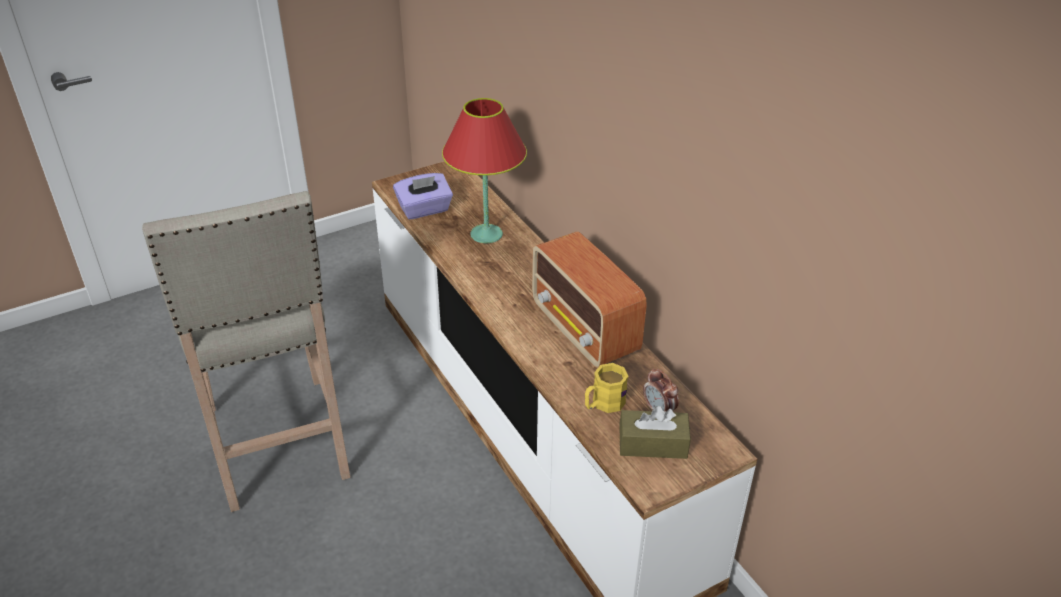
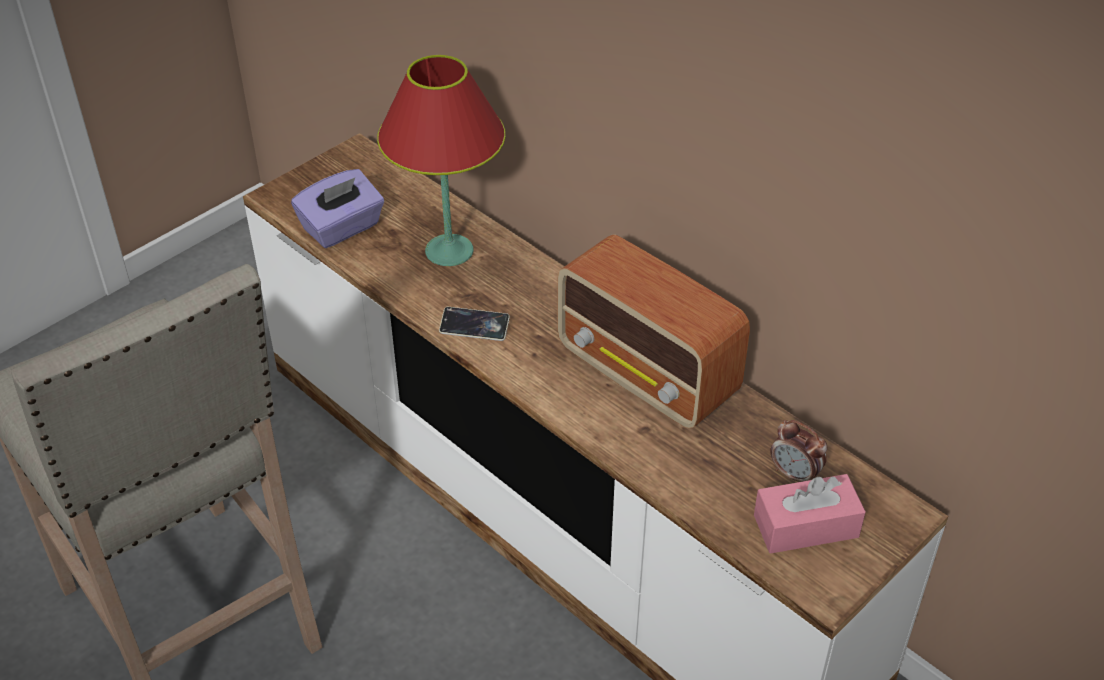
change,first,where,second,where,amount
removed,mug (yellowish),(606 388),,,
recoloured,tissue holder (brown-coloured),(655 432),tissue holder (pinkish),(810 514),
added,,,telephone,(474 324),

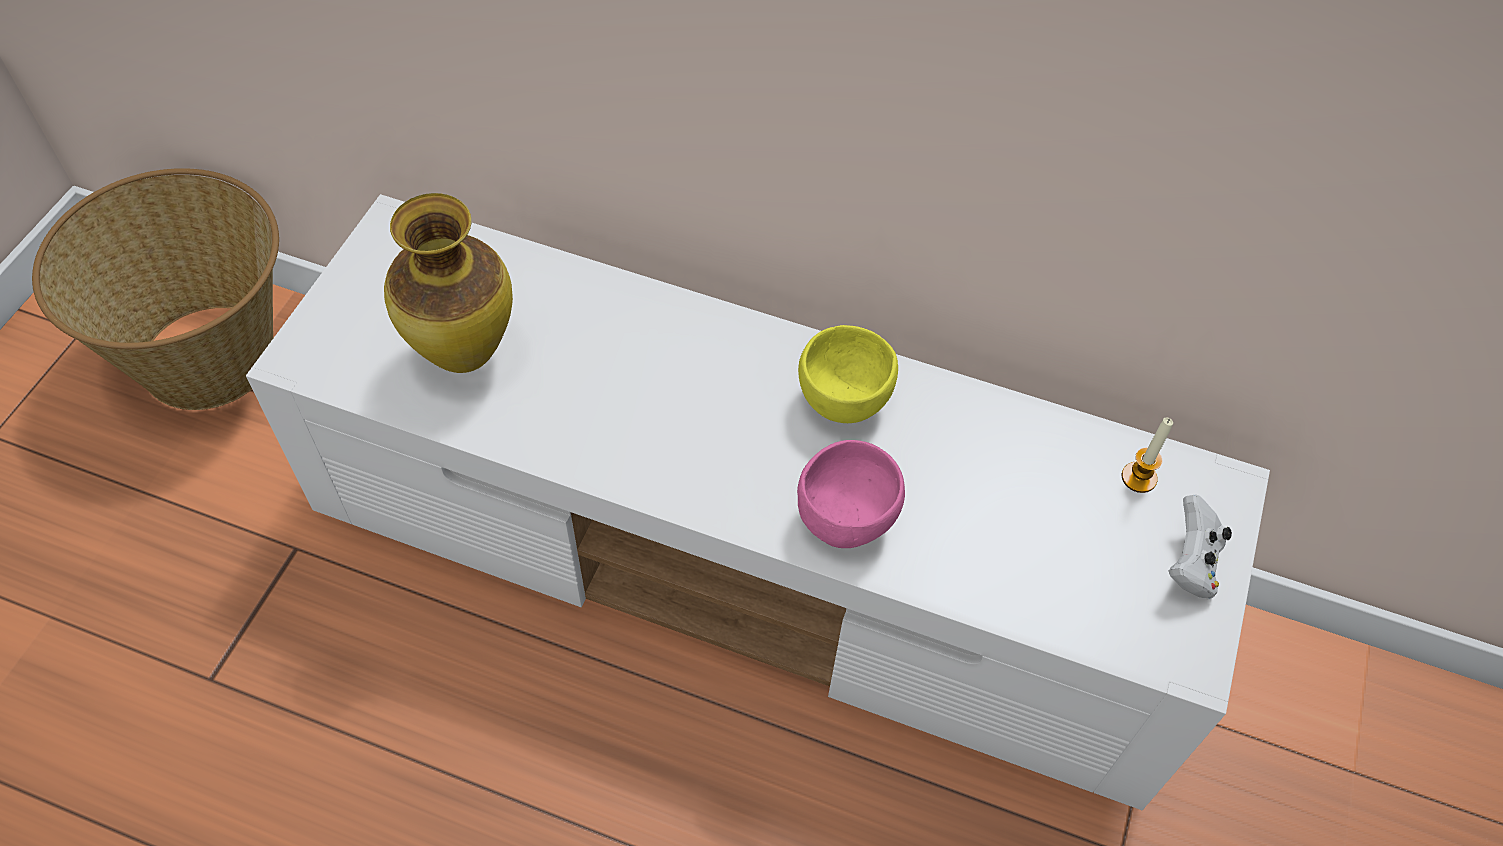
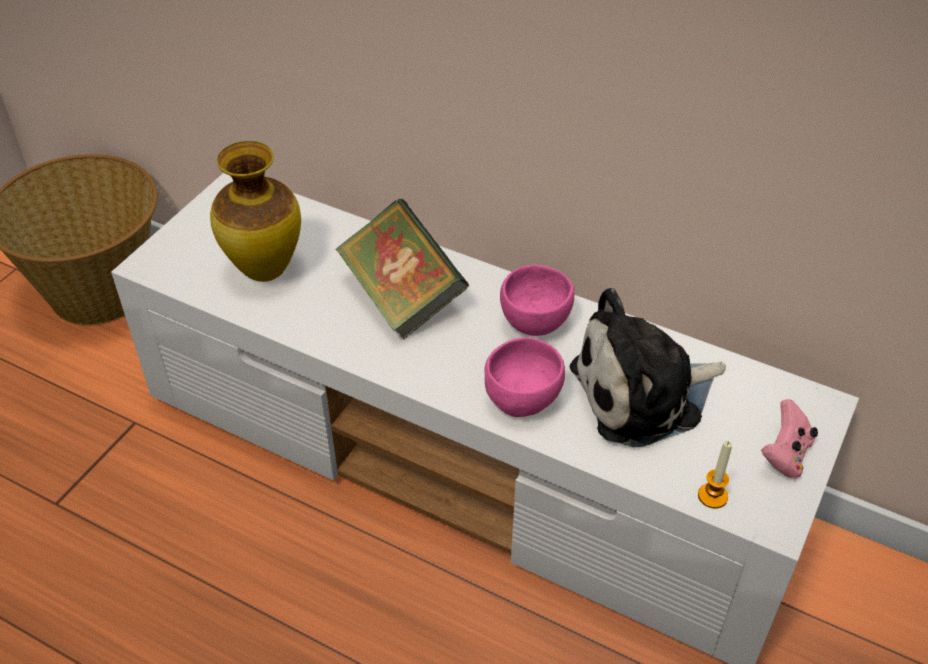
change,first,where,second,where,amount
recoloured,deep dish (yellowish),(848 374),deep dish (pinkish),(537 300),
moved,candle,(1147 455),,(715 474),
recoloured,gamepad (white-coloured),(1200 547),gamepad (pinkish),(789 439),
added,,,volume,(402 269),
added,,,plush toy,(648 367),

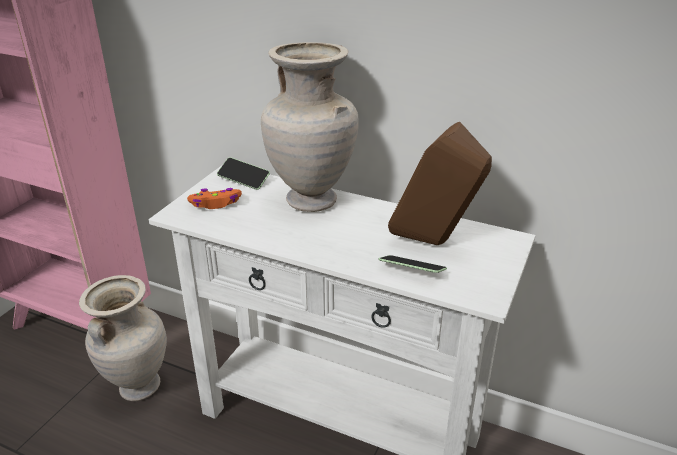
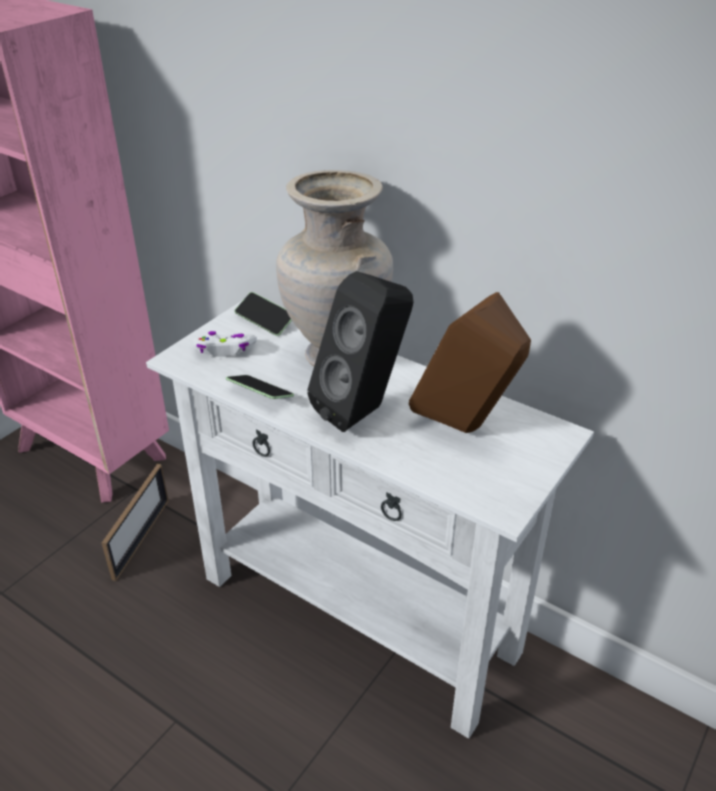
change,first,where,second,where,amount
recoloured,gamepad (orange-coloured),(214 198),gamepad (white-coloured),(225 344),
moved,telephone,(413 264),,(260 387),
replaced,vase (beige),(123 338),picture frame,(135 522),
added,,,audio speaker (black),(360 351),

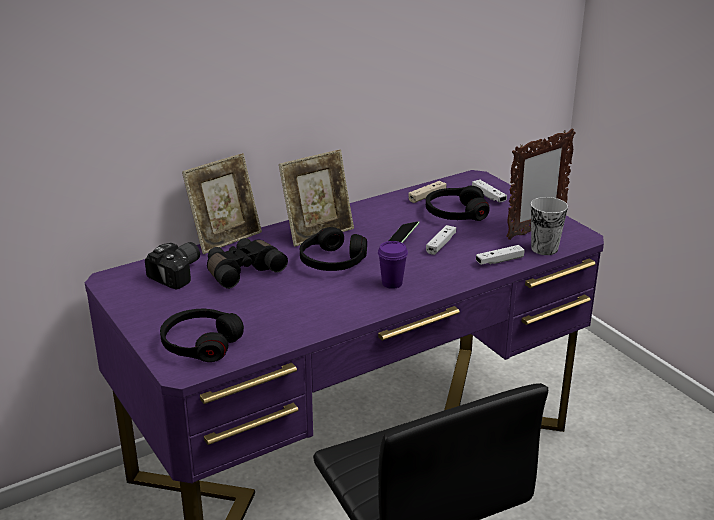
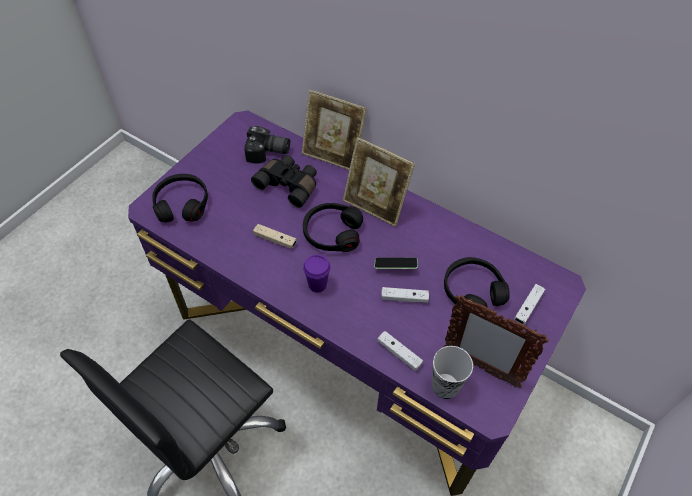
change,first,where,second,where,amount
moved,gamepad (beige),(427 192),,(274 236),

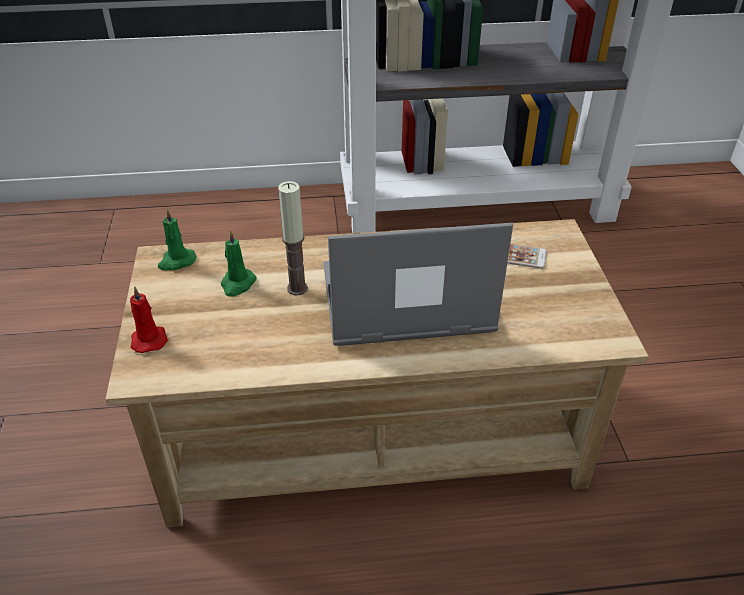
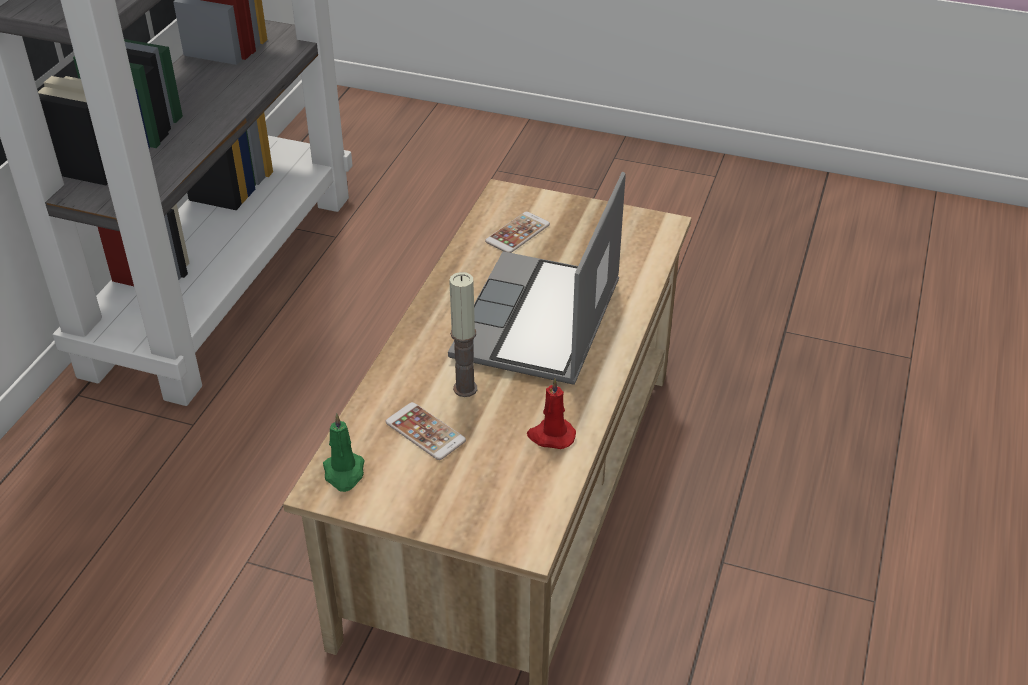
change,first,where,second,where,amount
replaced,candle (green-coloured),(239 263),telephone,(425 431),
moved,candle (reddish),(149 319),,(551 413),

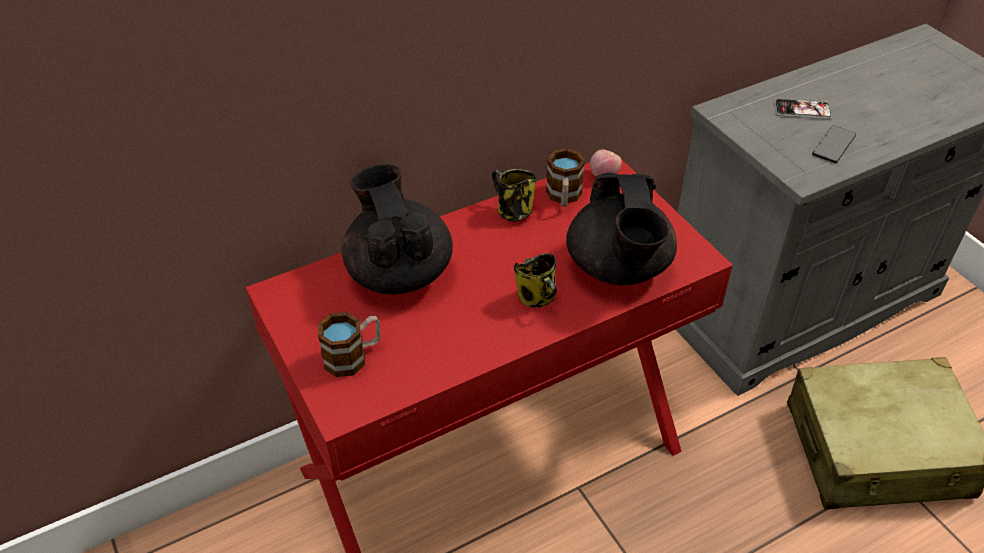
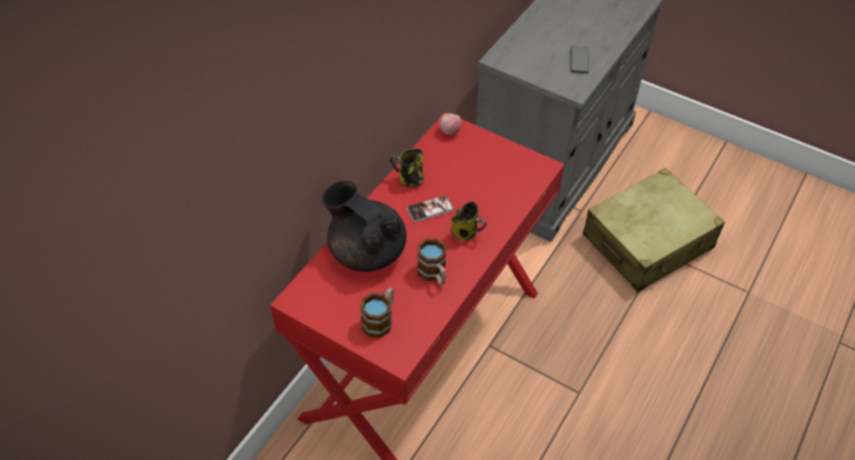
change,first,where,second,where,amount
moved,telephone,(803 109),,(430 208),
moved,mug,(565 177),,(431 261),
removed,teapot (black),(621 229),,,

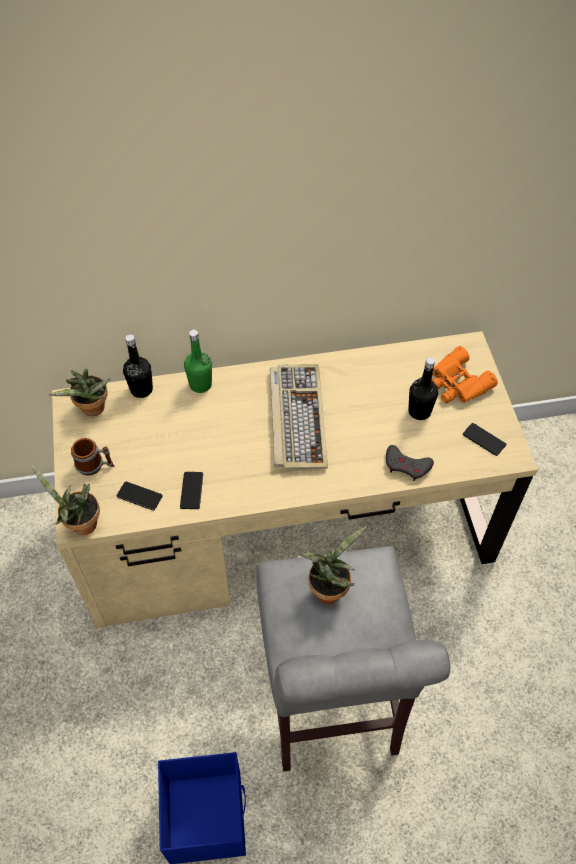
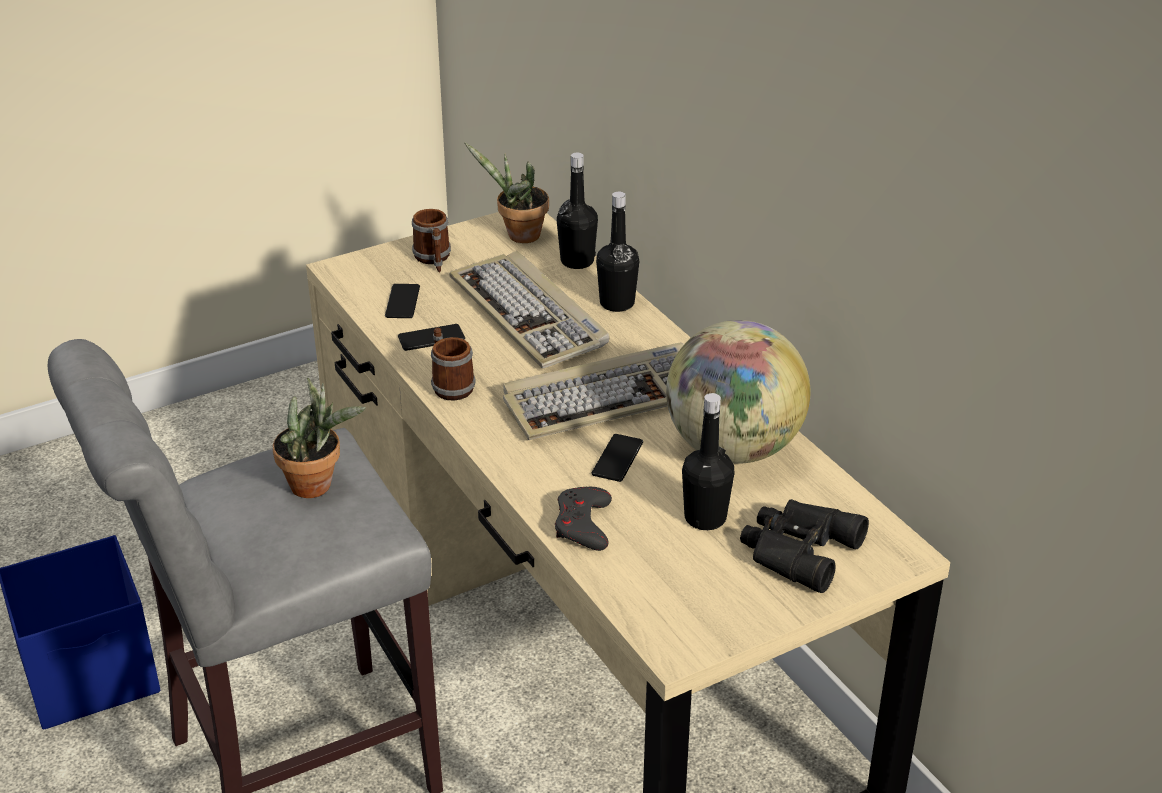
change,first,where,second,where,amount
recoloured,bottle (green-coloured),(198 361),bottle (black),(617 252),
recoloured,pair of binoculars (orange-coloured),(465 374),pair of binoculars (black),(804 546),
moved,telephone,(484 439),,(617 458),
removed,plant in a pot,(66 500),,,
added,,,keyboard,(529 309),
added,,,desk globe,(738 392),
added,,,mug,(453 364),

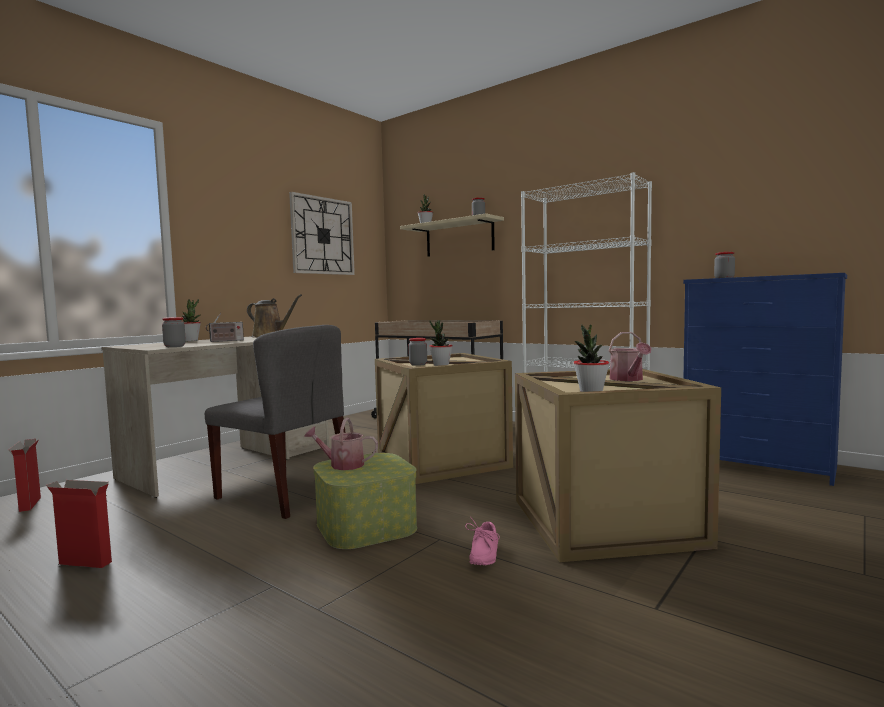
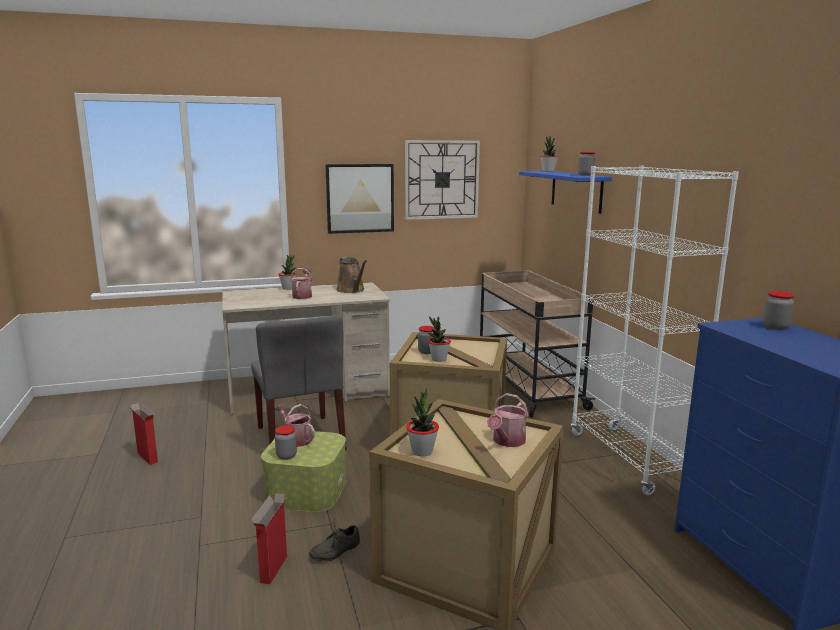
change,first,where,second,where,amount
recoloured,shelf (beige),(452 235),shelf (bluish),(565 192),
replaced,radio set,(225 327),watering can,(301 283),
moved,storage jar,(174 332),,(286 442),
moved,carton,(24 475),,(269 538),
recoloured,shoe (pinkish),(482 541),shoe (gray),(334 541),
added,,,wall art,(359 199),

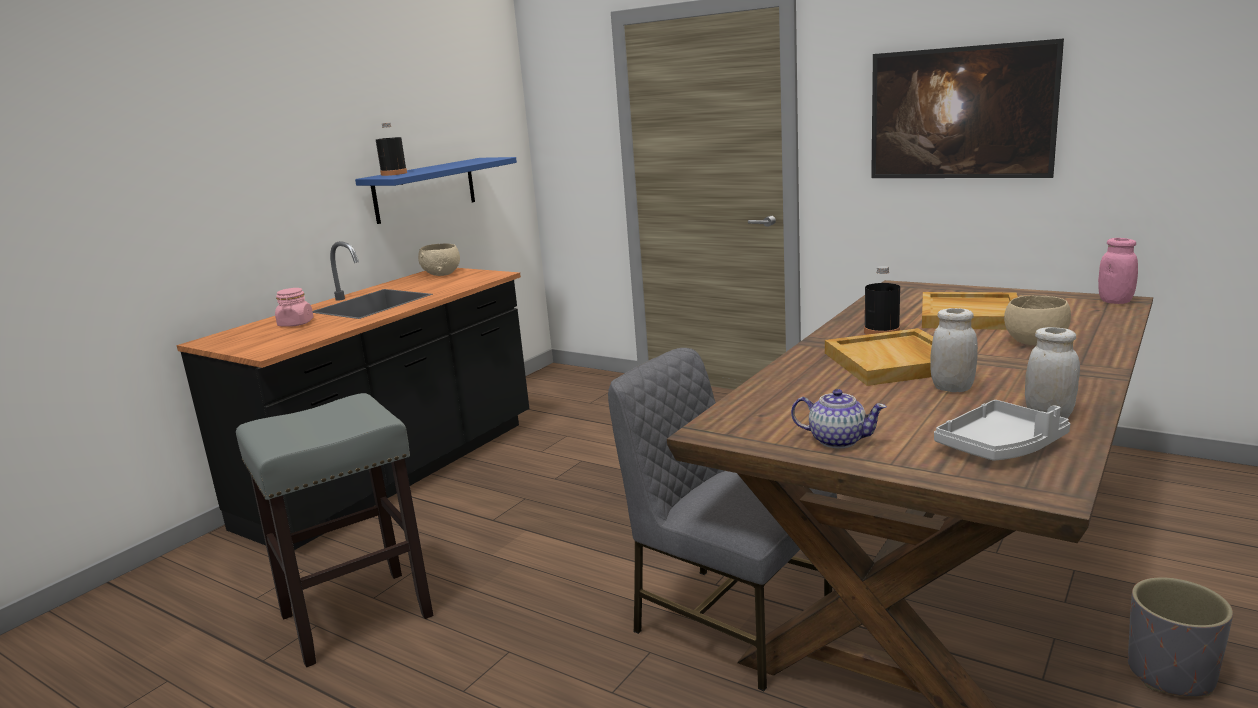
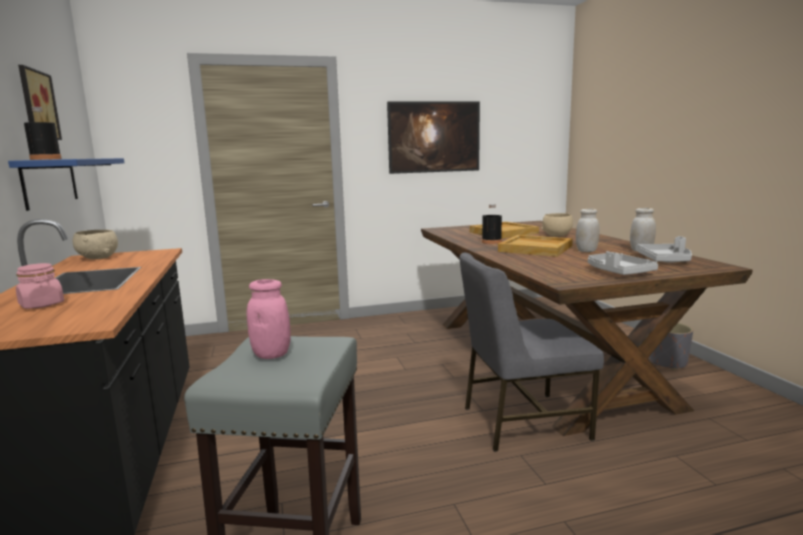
change,first,where,second,where,amount
moved,storage jar (pinkish),(1118 271),,(269 319),
replaced,teapot,(839 419),carrying tray (gray),(623 263),
added,,,wall art,(40 102),

